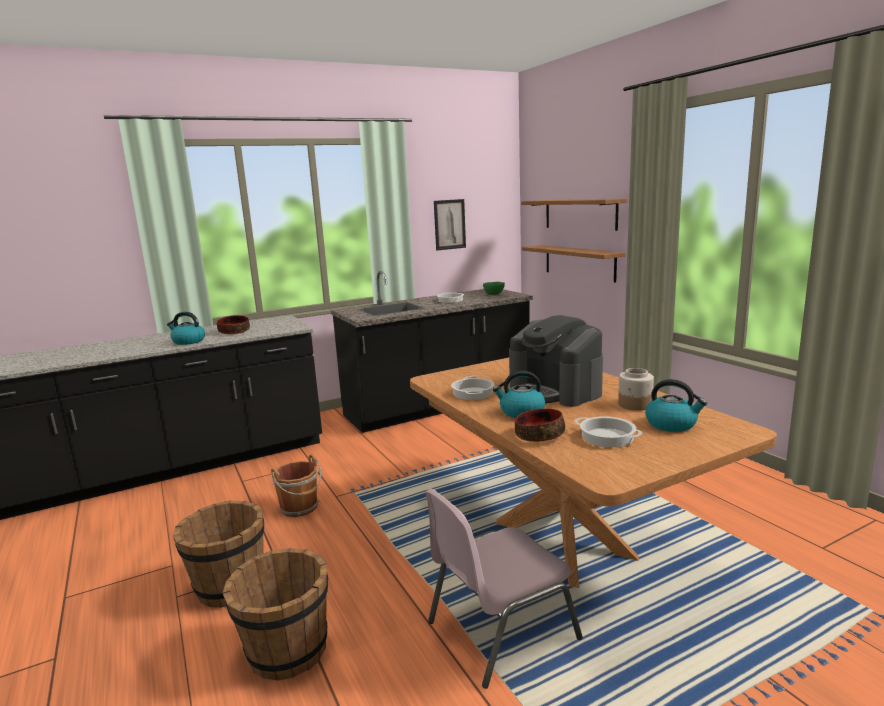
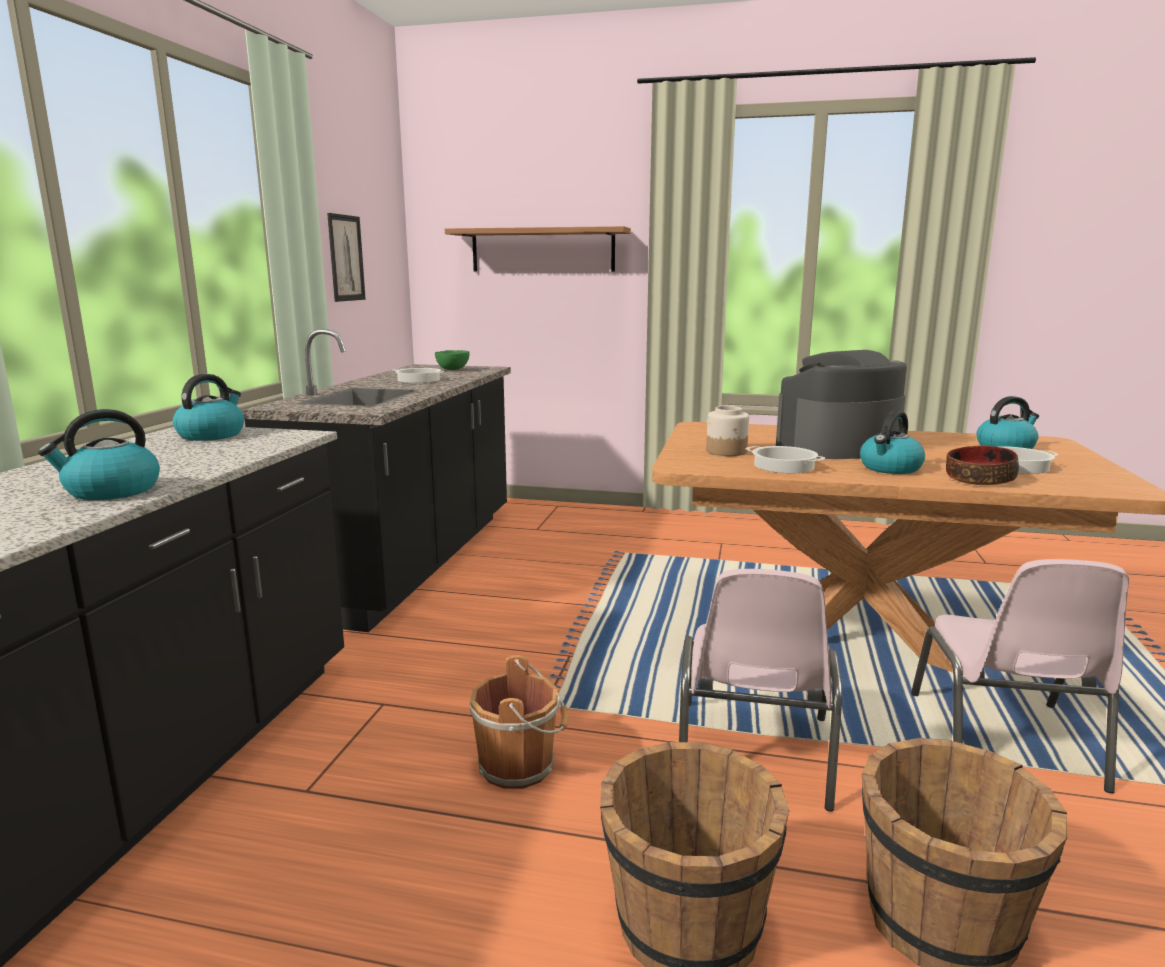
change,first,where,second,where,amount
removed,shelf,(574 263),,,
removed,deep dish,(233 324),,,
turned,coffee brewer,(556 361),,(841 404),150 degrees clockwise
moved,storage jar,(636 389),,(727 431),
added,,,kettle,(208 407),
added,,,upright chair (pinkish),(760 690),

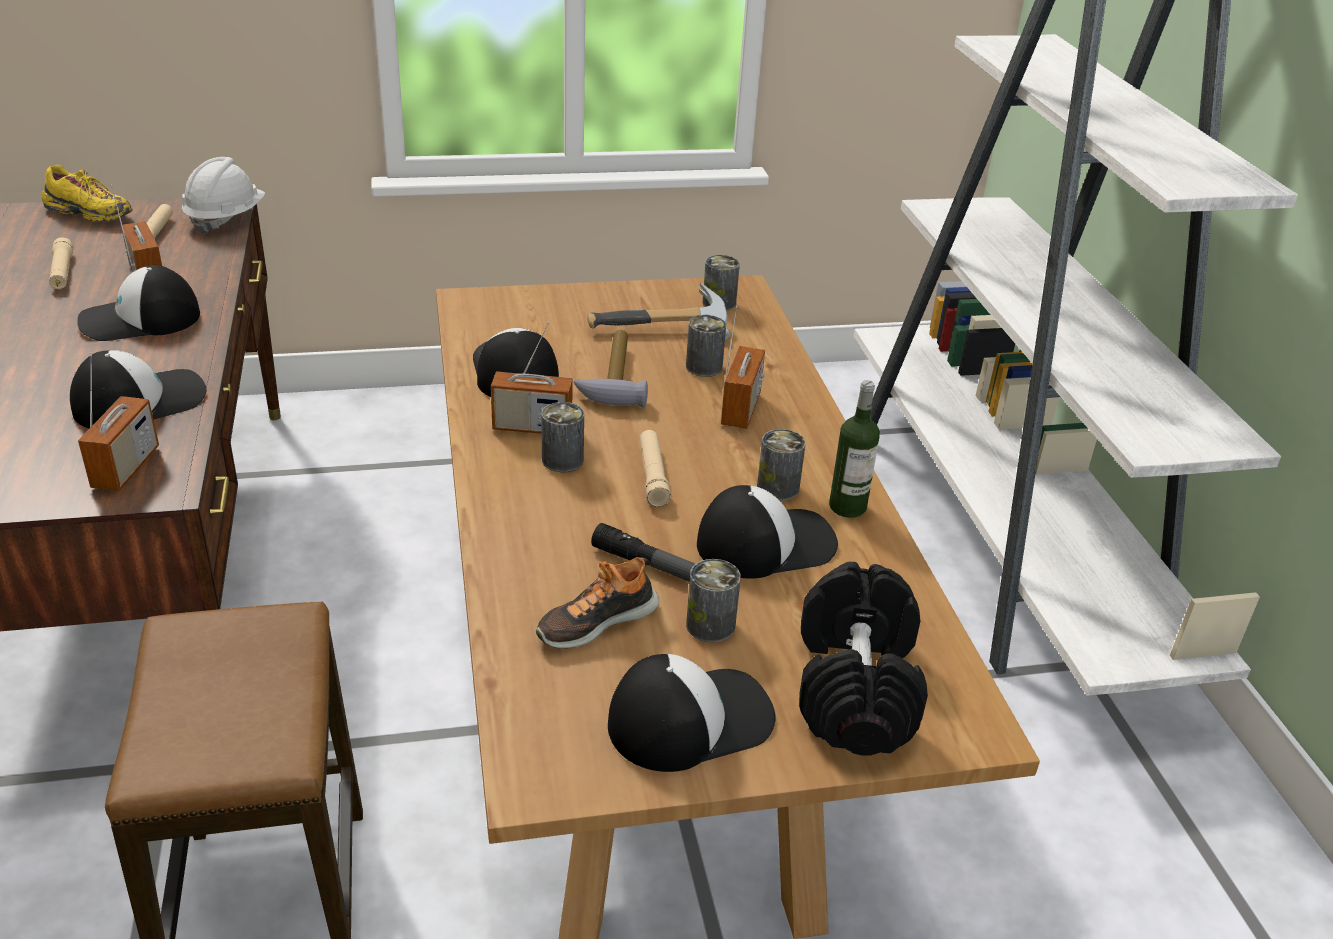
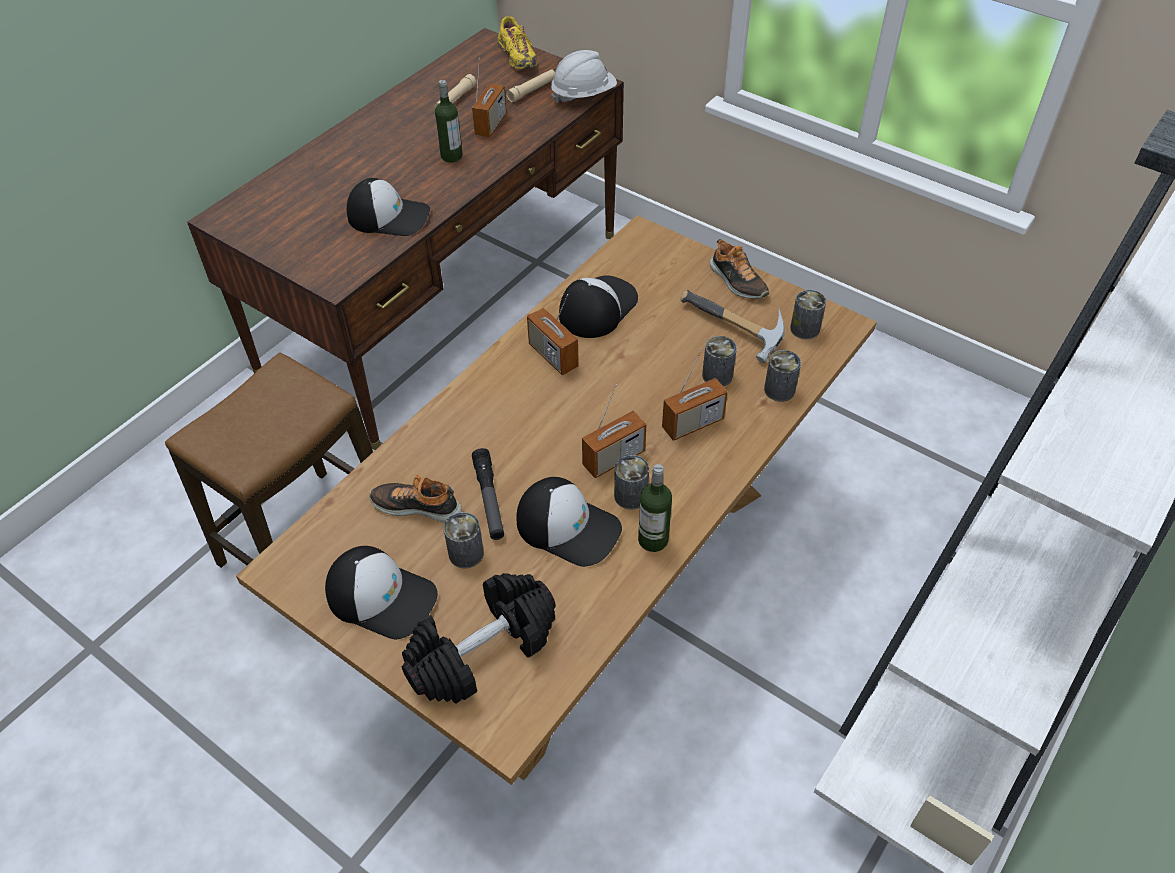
change,first,where,second,where,amount
replaced,peaked cap,(138 303),bottle,(449 121),
removed,tool hammer,(611 369),,,
moved,radio set,(118 422),,(614 431),
moved,metal can,(562 437),,(782 376),
removed,flashlight (beige),(655 468),,,
added,,,shoe,(739 269),

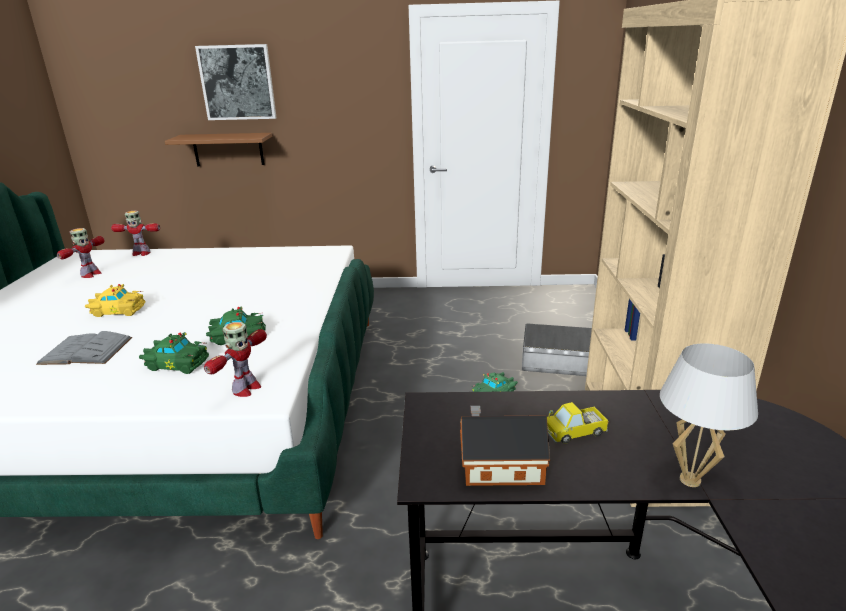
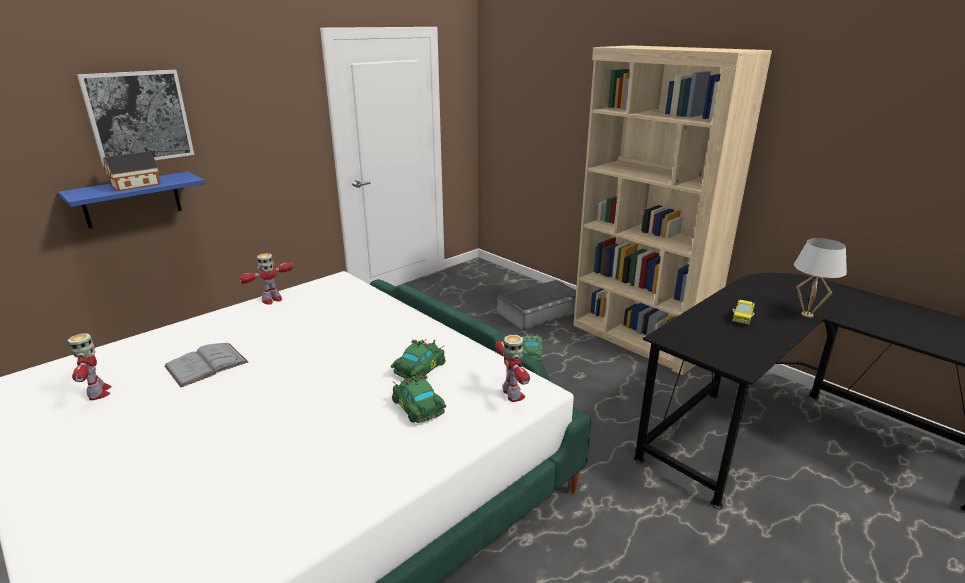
change,first,where,second,where,amount
recoloured,shelf (brown-coloured),(218 149),shelf (bluish),(132 200),
moved,model robot,(135 233),,(266 279),
removed,miniature car (yellowish),(115 300),,,
moved,volume (gray),(84 348),,(206 365),
turned,miniature car (green-coloured),(174 353),,(419 398),90 degrees counterclockwise
moved,miniature house,(505 446),,(132 171),

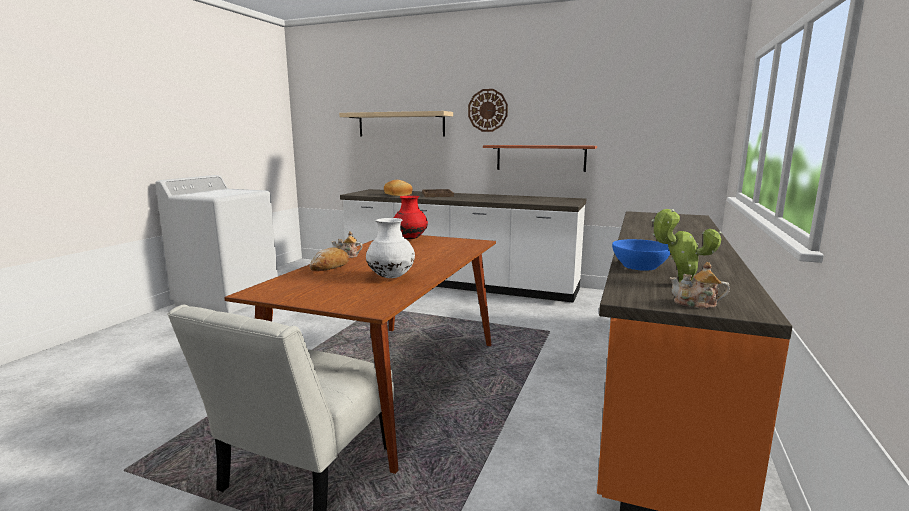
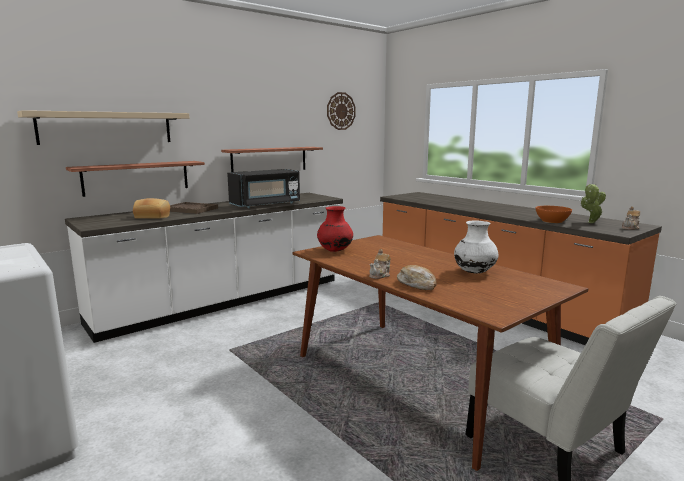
change,first,where,second,where,amount
moved,wall clock,(488 110),,(341 111),
recoloured,deep dish (bluish),(641 255),deep dish (orange-coloured),(554 214),
added,,,shelf,(135 179),
added,,,kitchen microwave (black),(263 188),

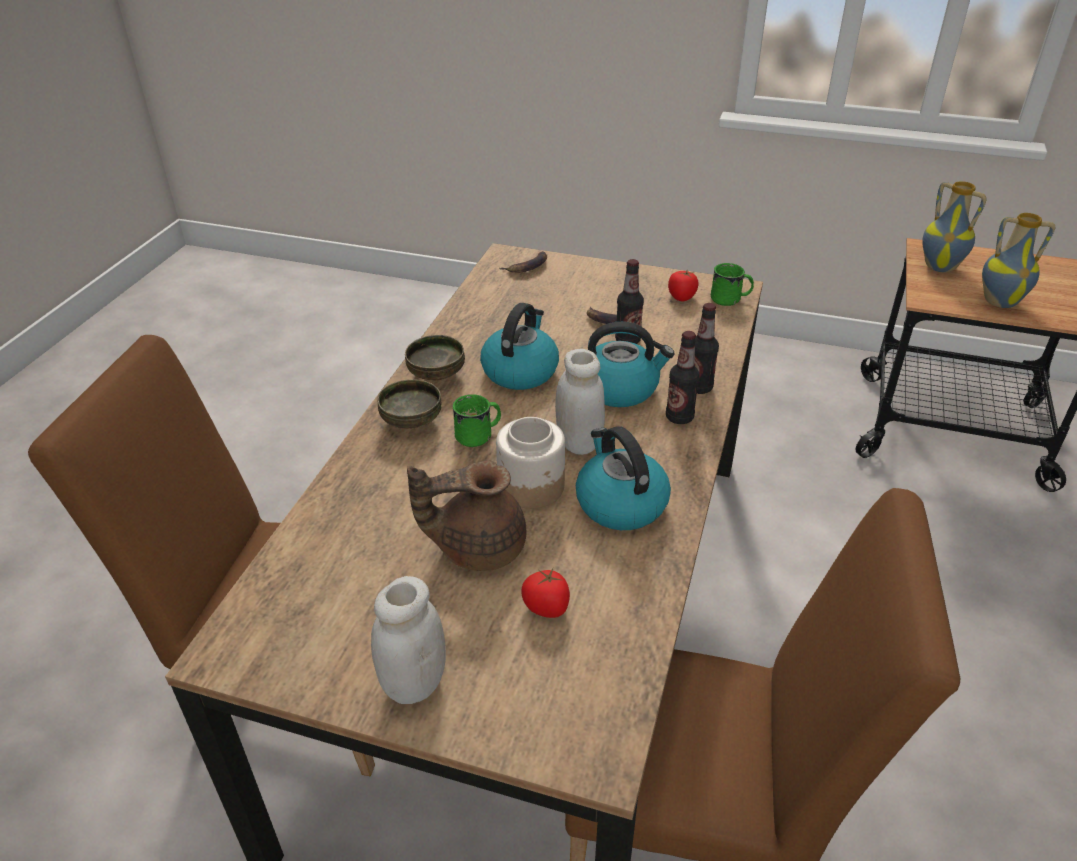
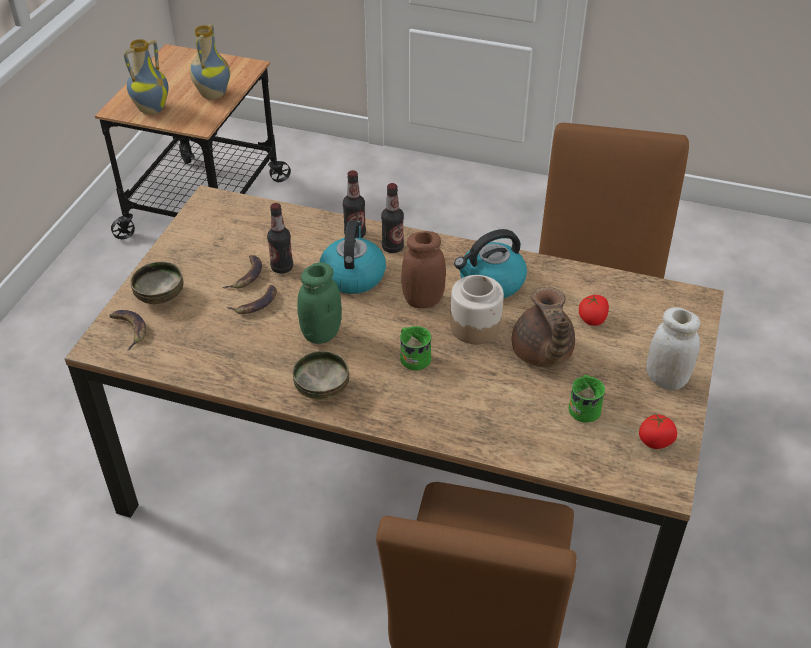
change,first,where,second,where,amount
moved,mug (green-coloured),(732 284),,(586 399),
moved,fresh tomato,(683 286),,(658 431),
replaced,kettle,(519 346),storage jar (green-coloured),(319 303),
recoloured,storage jar (white-coloured),(580 402),storage jar (brown-coloured),(423 269),
moved,deep dish,(409 404),,(157 283),
added,,,banana,(252 299),

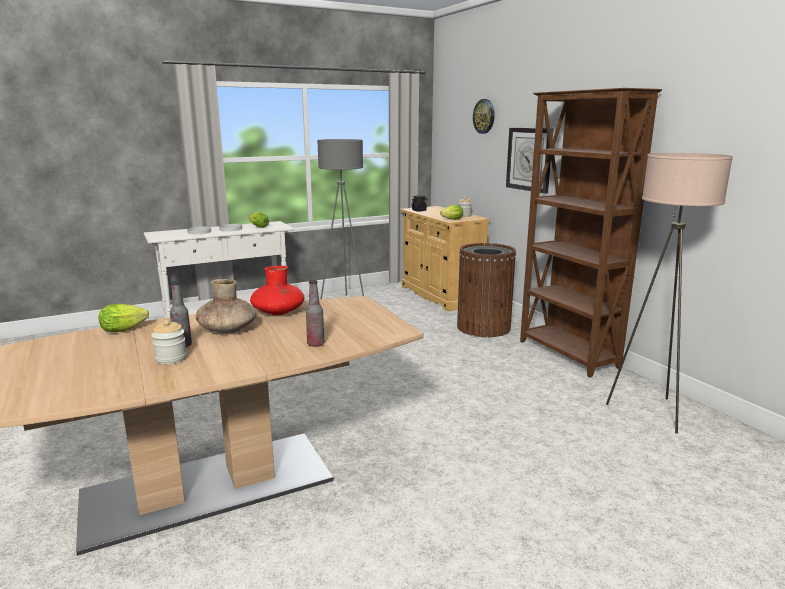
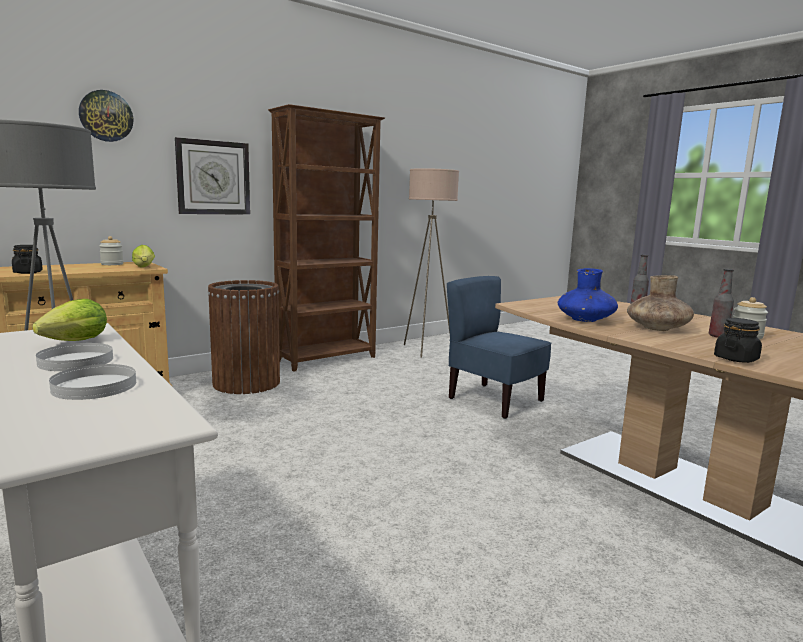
change,first,where,second,where,amount
recoloured,vase (reddish),(277 290),vase (bluish),(588 295),
replaced,lettuce,(124 318),storage jar (black),(738 340),
added,,,upright chair (bluish),(499 347),

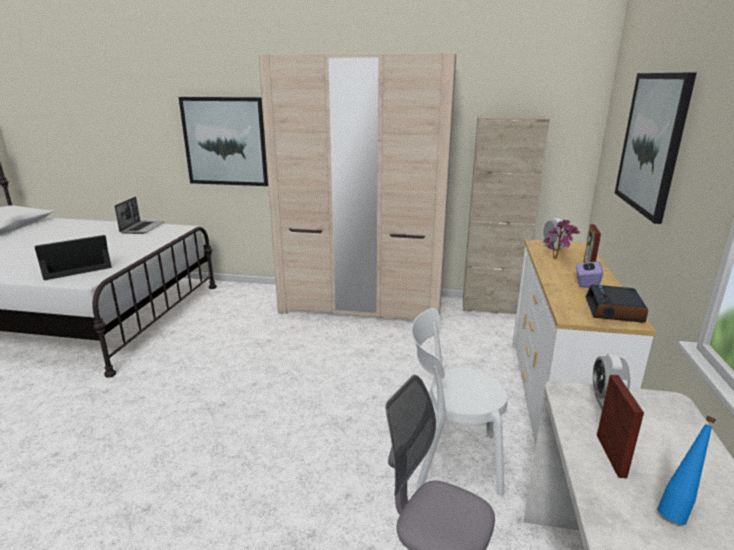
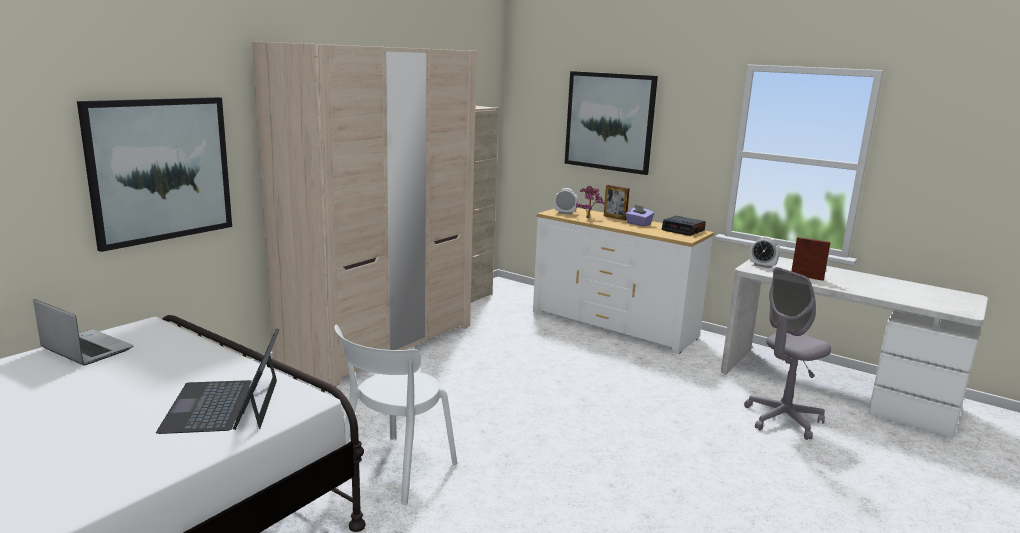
change,first,where,second,where,amount
moved,upright chair (white-coloured),(459 402),,(396 415),
removed,bottle (bluish),(686 470),,,

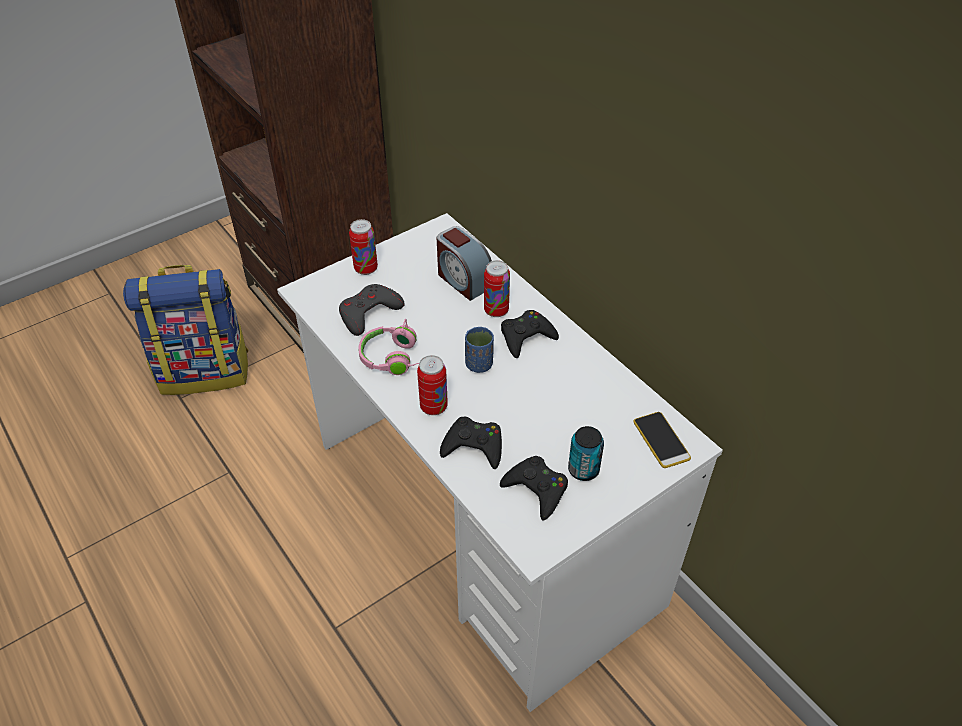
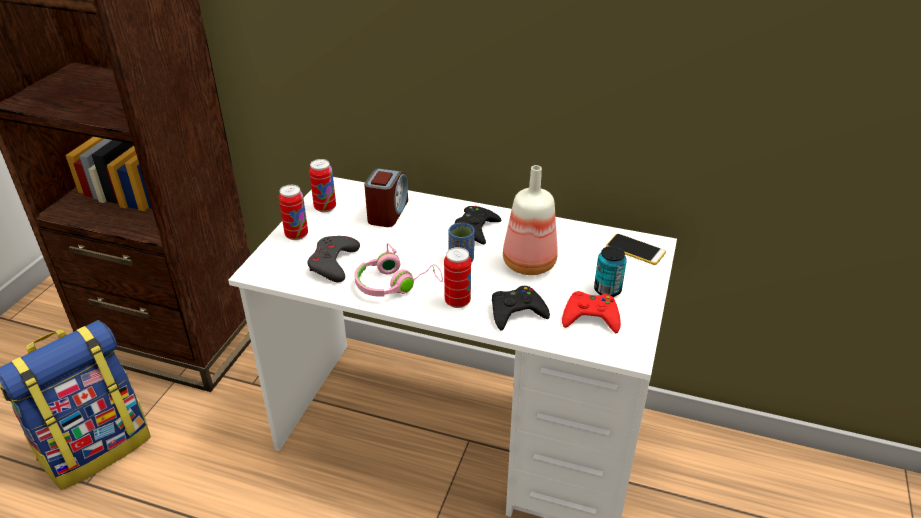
change,first,where,second,where,amount
turned,alarm clock,(464 263),,(386 197),90 degrees counterclockwise
moved,metal can,(497 288),,(322 185),
recoloured,gamepad (black),(534 488),gamepad (reddish),(591 312),
added,,,bottle,(530 220),

